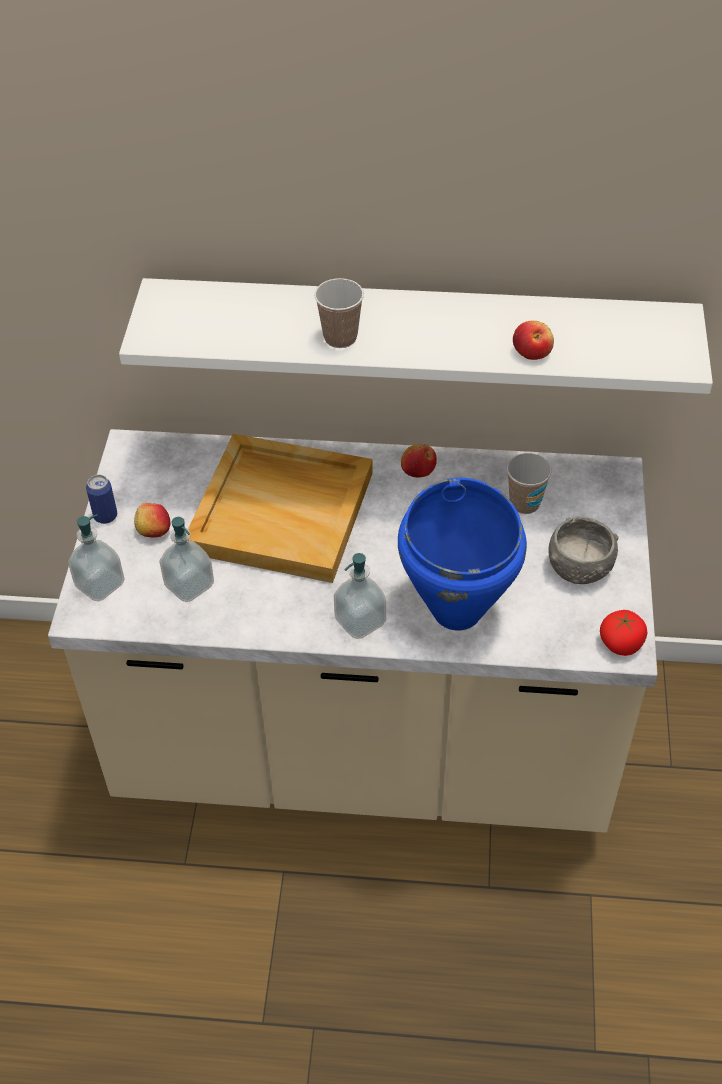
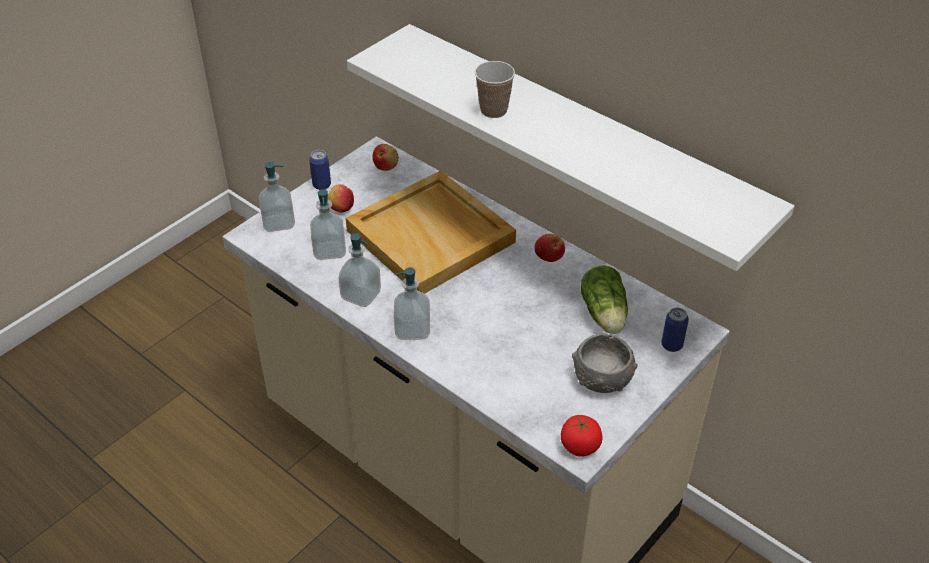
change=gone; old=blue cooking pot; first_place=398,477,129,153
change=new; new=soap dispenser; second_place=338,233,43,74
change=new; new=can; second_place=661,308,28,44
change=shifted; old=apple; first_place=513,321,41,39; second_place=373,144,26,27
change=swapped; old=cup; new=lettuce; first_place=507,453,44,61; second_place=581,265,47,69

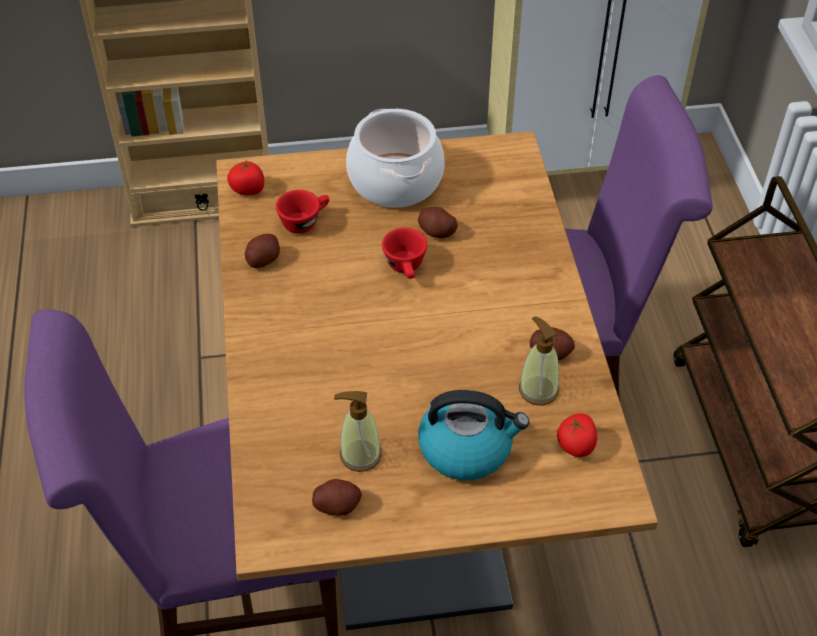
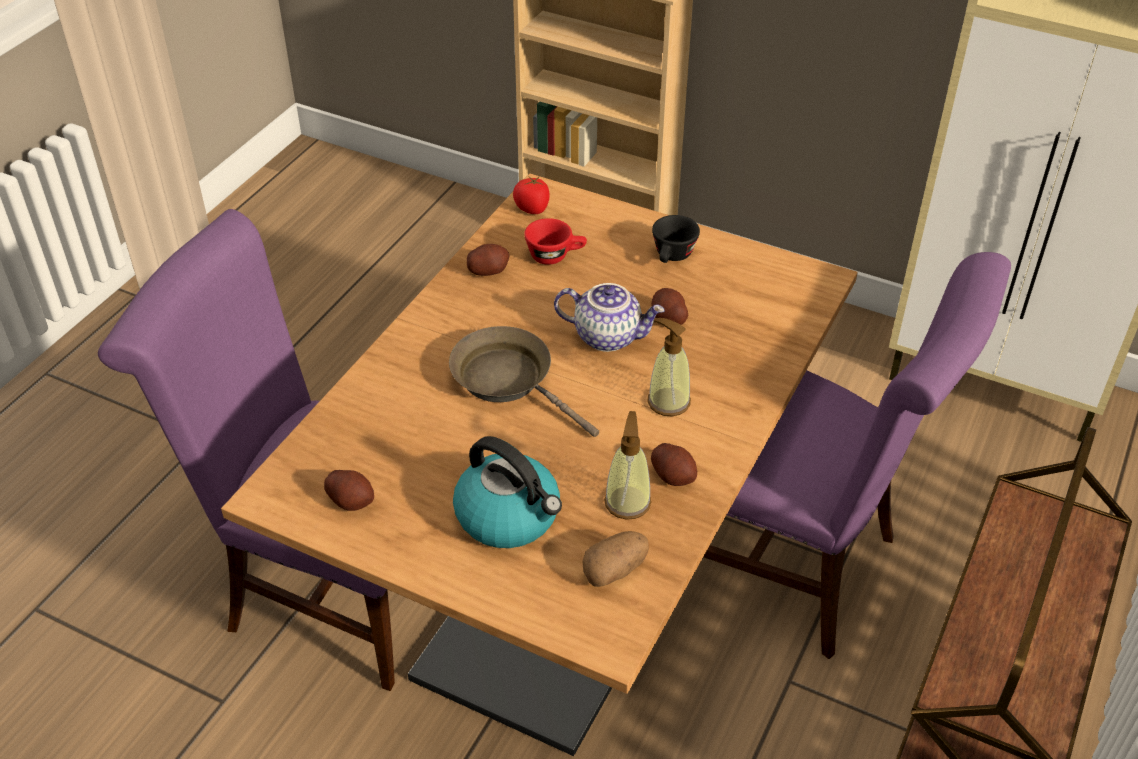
change=new; new=brown frying pan; second_place=449,326,150,111
change=shifted; old=soap dispenser; first_place=334,391,48,81; second_place=647,318,44,98
change=swapped; old=cooking pot; new=black cup; first_place=346,109,99,98; second_place=652,215,48,48
change=swapped; old=red cup; new=teapot; first_place=382,228,45,51; second_place=554,283,111,69
change=swapped; old=tomato; new=potato; first_place=557,413,40,44; second_place=582,531,66,56

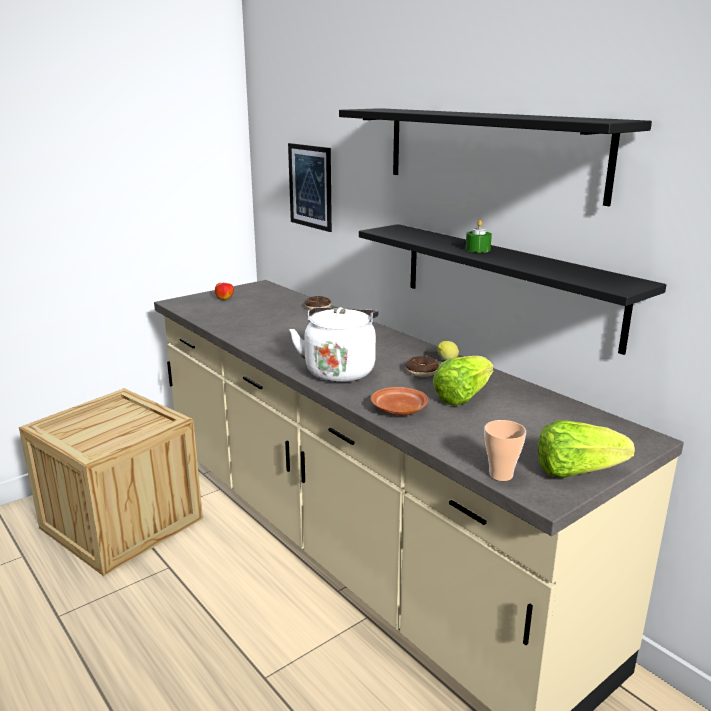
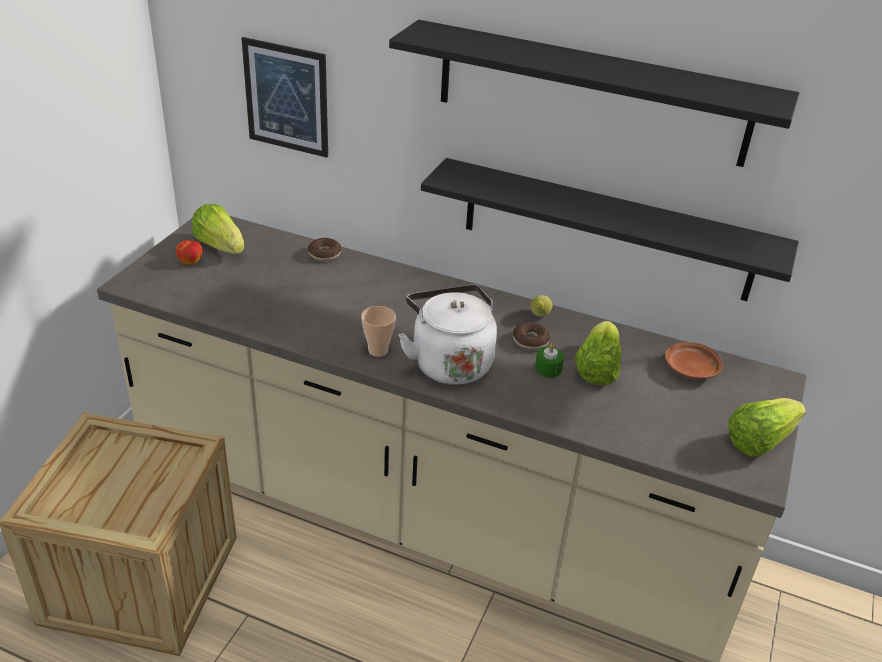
change=new; new=lettuce; second_place=192,204,53,50
change=shifted; old=brown plate; first_place=371,387,57,28; second_place=665,342,58,37
change=shifted; old=green candle; first_place=466,220,26,33; second_place=535,343,29,35
change=shifted; old=cup; first_place=484,420,42,61; second_place=361,306,35,51

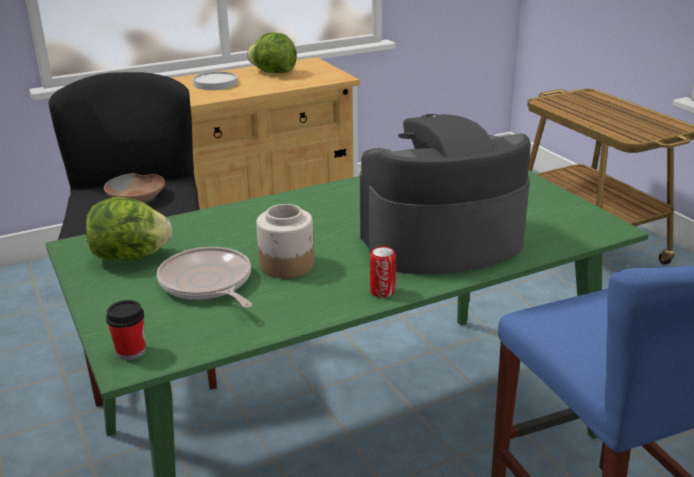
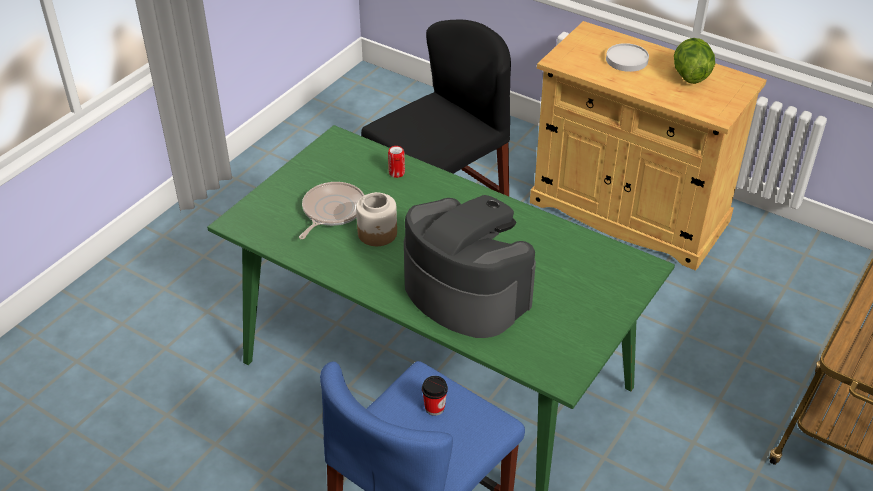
change=gone; old=lettuce; first_place=86,197,86,64
change=gone; old=brown bowl; first_place=104,173,61,29
change=shifted; old=cup; first_place=106,300,39,60; second_place=422,376,26,40
change=shifted; old=can; first_place=370,246,26,52; second_place=388,146,17,32

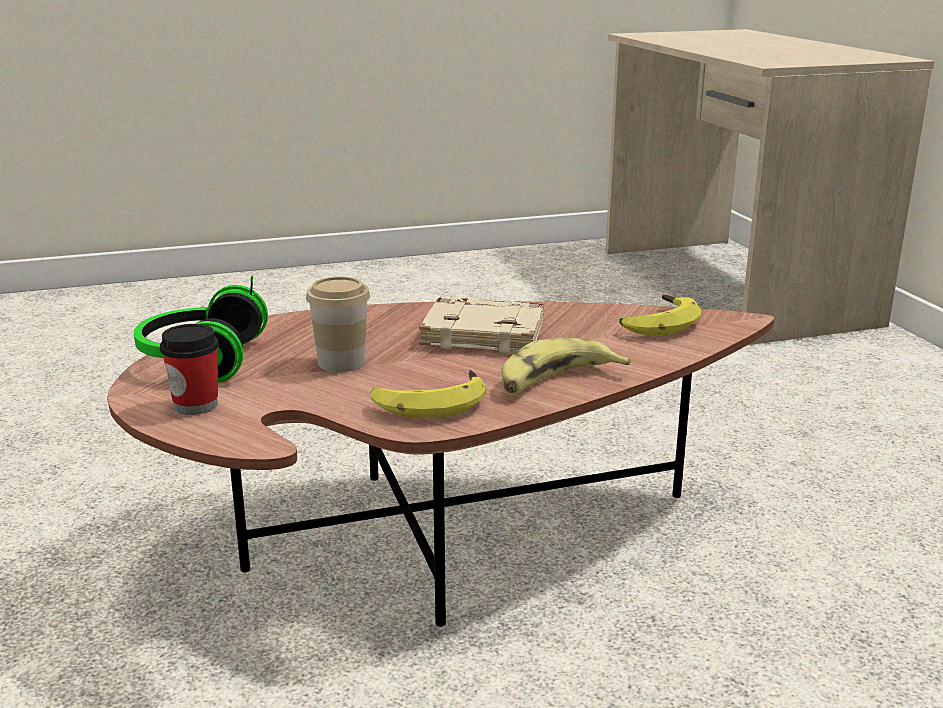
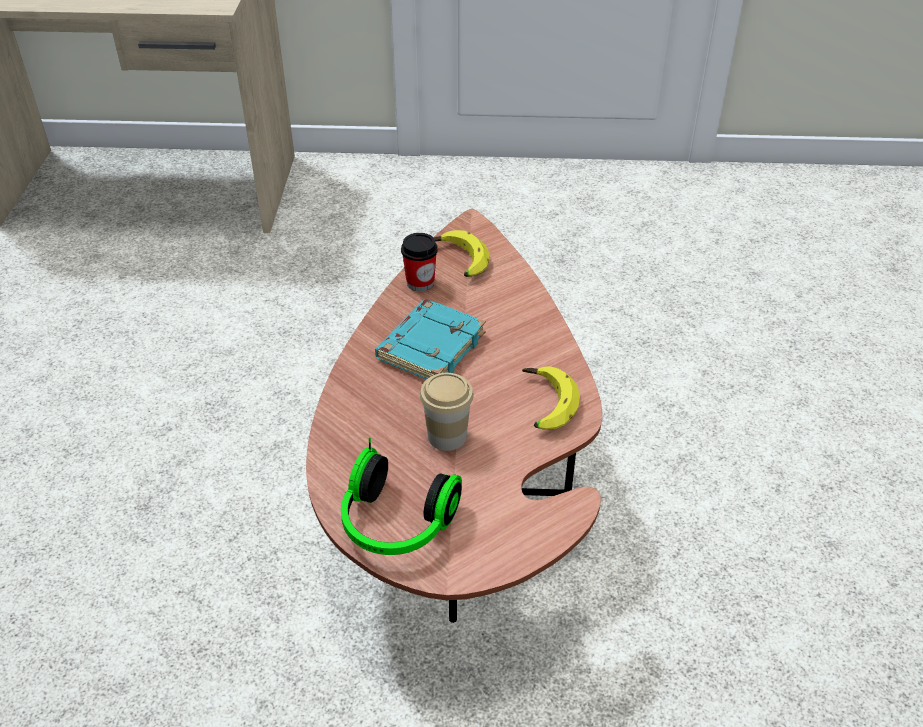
change=gone; old=banana; first_place=502,338,129,56
change=shifted; old=cup; first_place=160,324,59,91; second_place=401,233,37,58
change=repainted; old=beige book; new=turquoise book; first_place=419,297,125,57; second_place=375,299,111,81

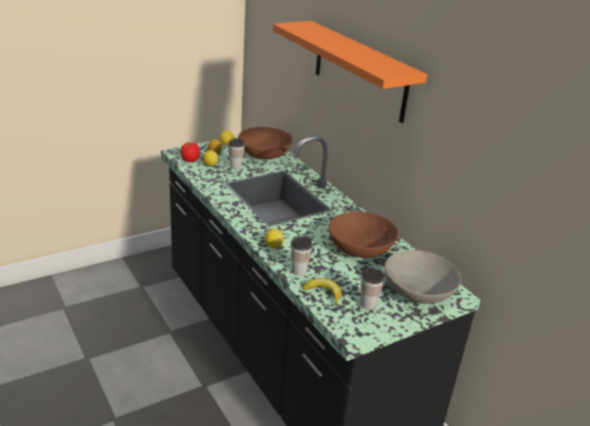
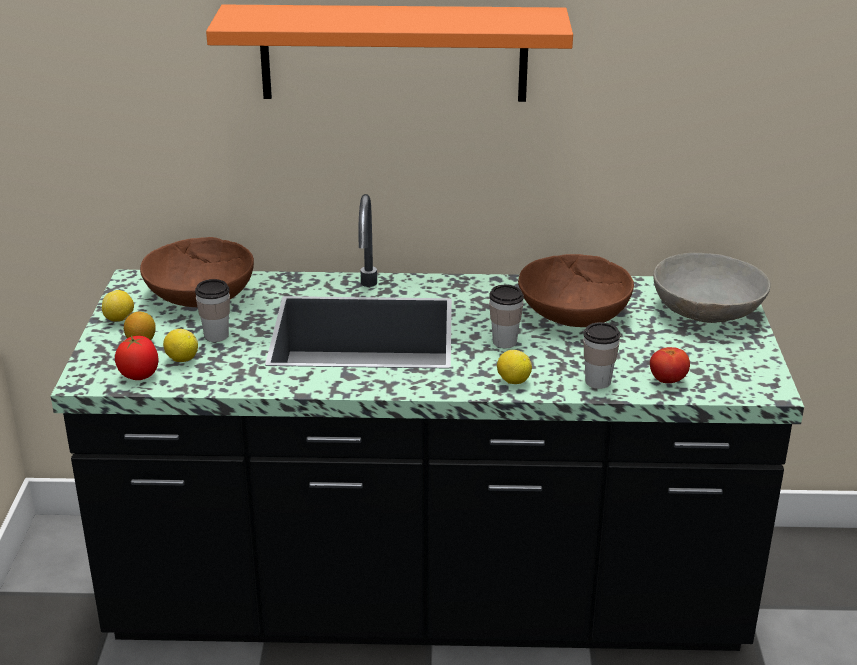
change=shifted; old=cup; first_place=360,268,24,42; second_place=489,285,35,63
change=swapped; old=banana; new=tomato; first_place=303,278,39,27; second_place=650,347,40,36

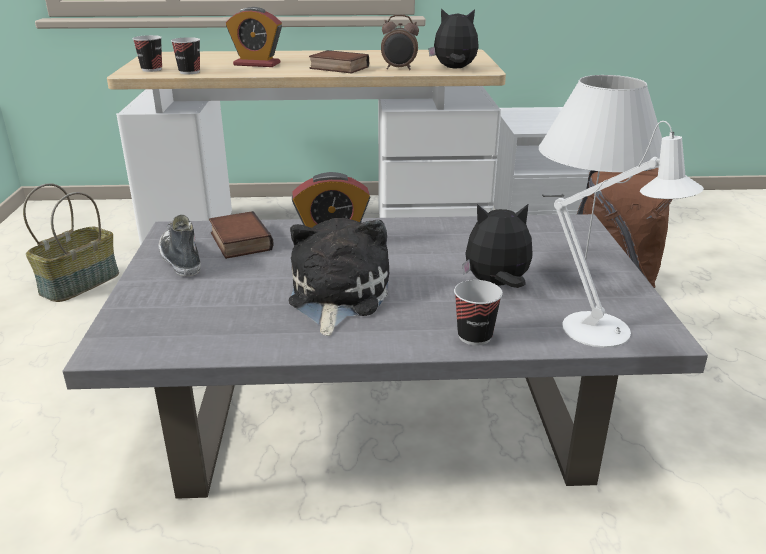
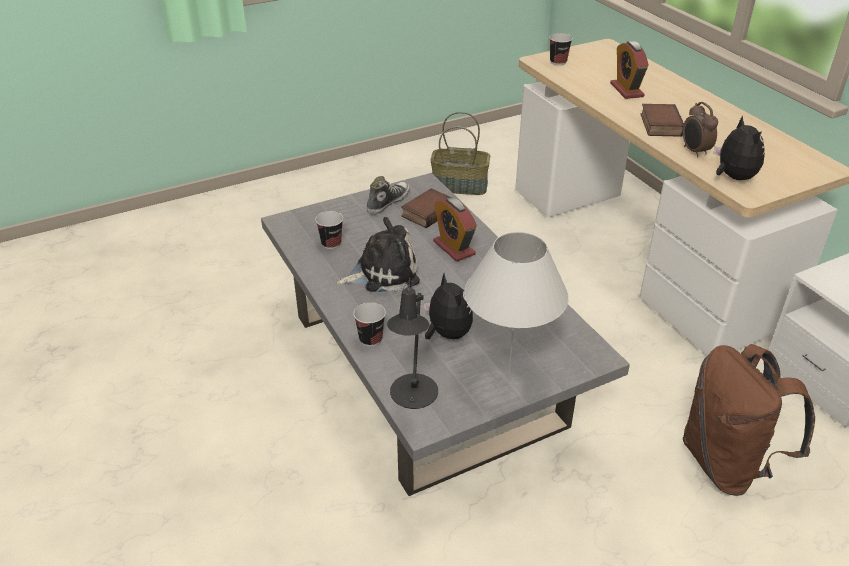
change=shifted; old=cup; first_place=171,37,29,37; second_place=315,211,28,38
change=repainted; old=white table lamp; new=black table lamp; first_place=554,121,150,227; second_place=387,277,51,132

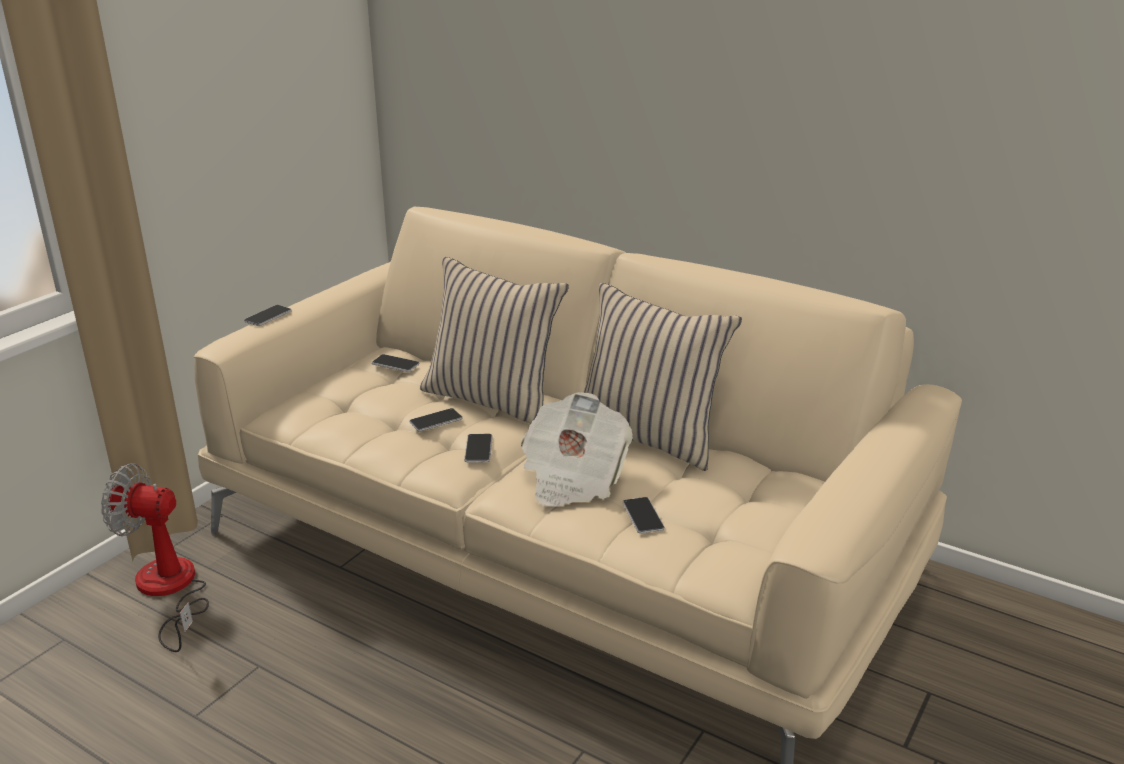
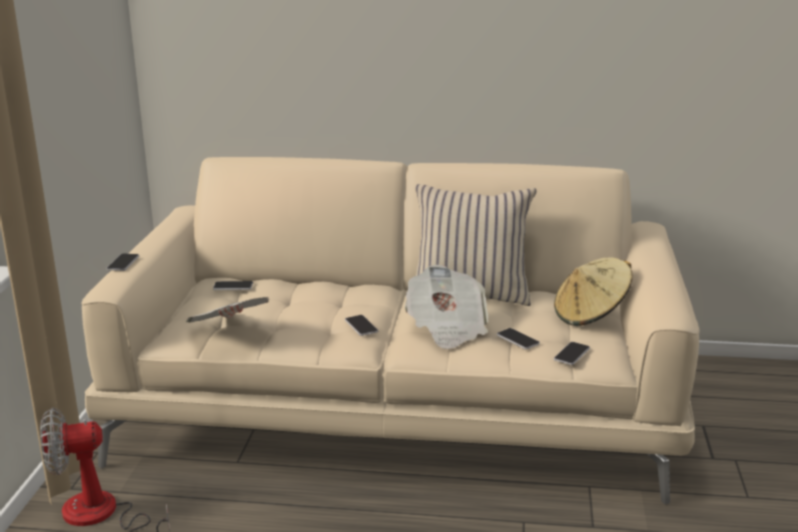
change=gone; old=beige pillow; first_place=420,257,149,167
change=new; new=newspaper; second_place=186,297,83,26
change=new; new=beige hat; second_place=554,257,79,69
change=shifted; old=phone; first_place=409,408,53,24; second_place=554,342,36,23

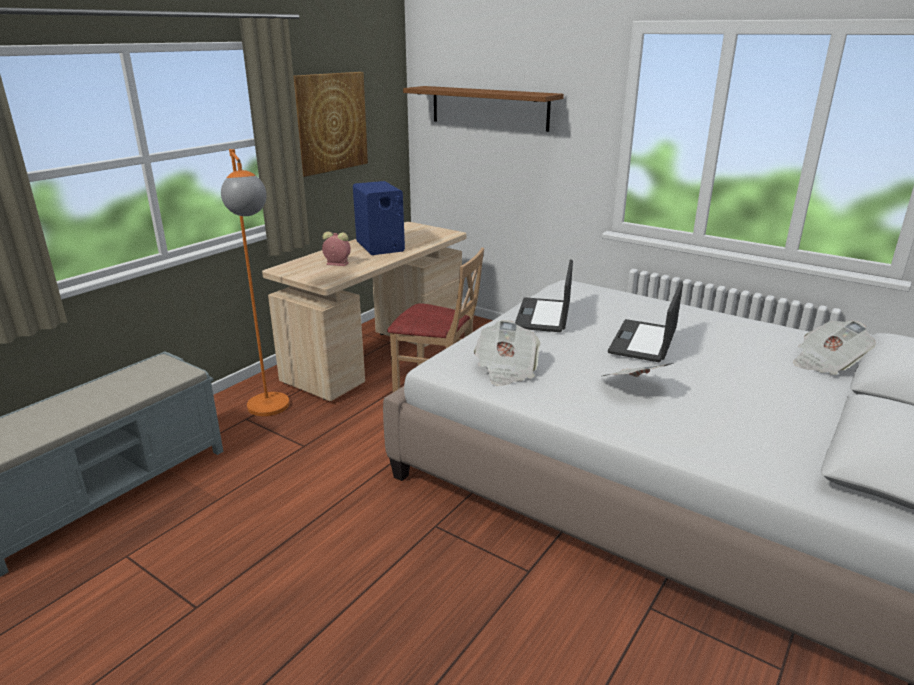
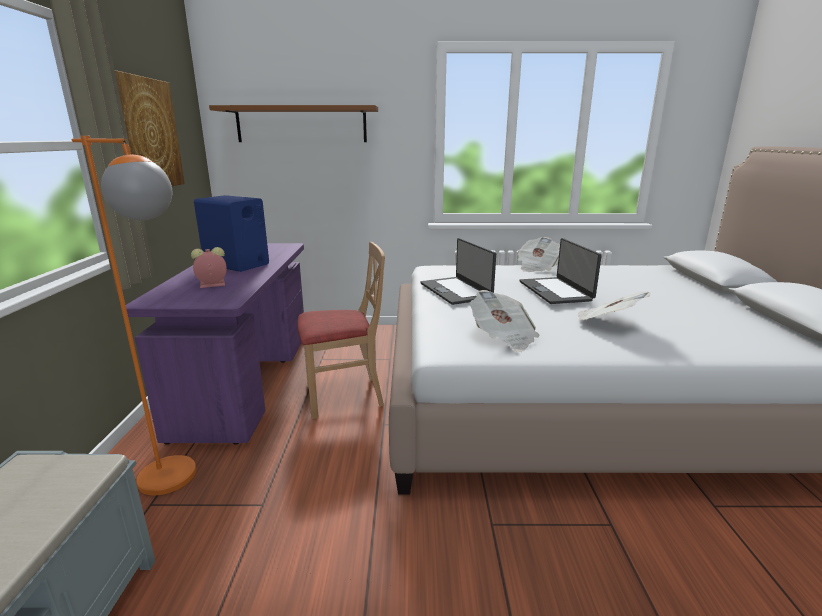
change=shifted; old=newspaper; first_place=793,321,83,54; second_place=518,237,42,35
change=repainted; old=beige desk; new=purple desk; first_place=262,222,204,179; second_place=126,243,178,202

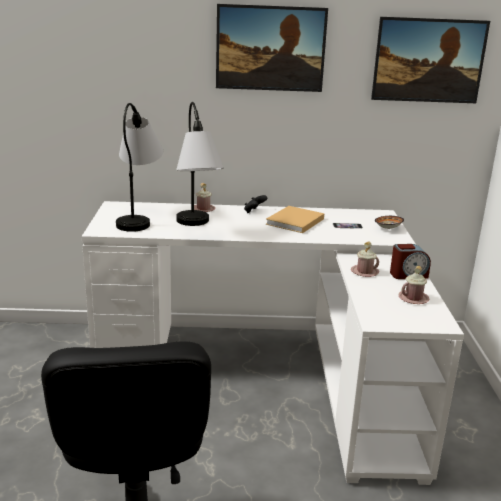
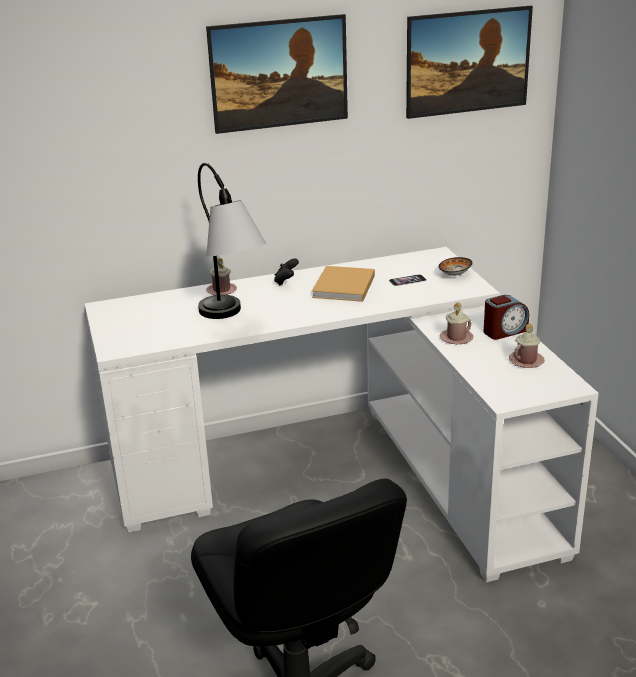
change=gone; old=table lamp; first_place=116,103,47,129

